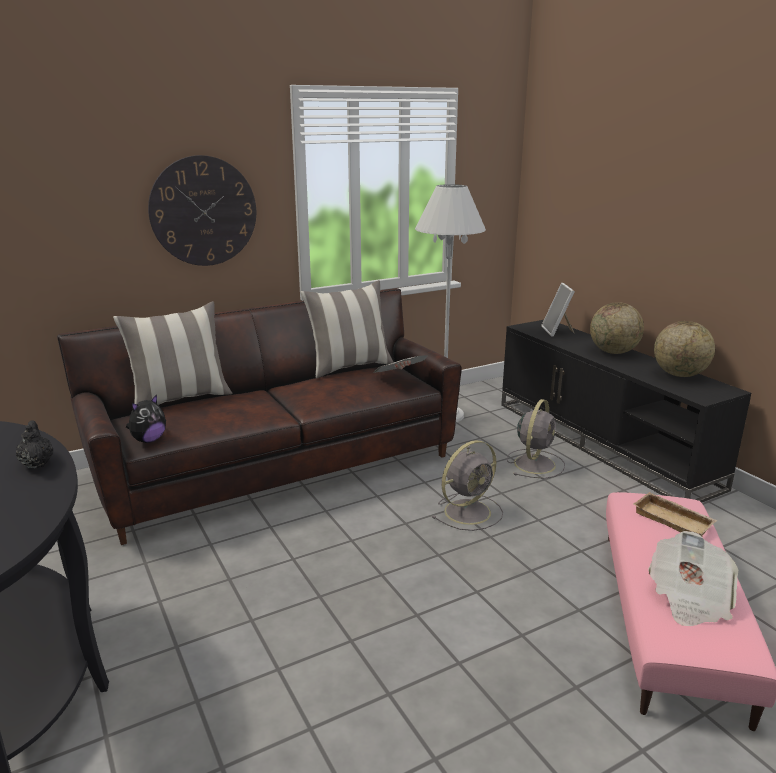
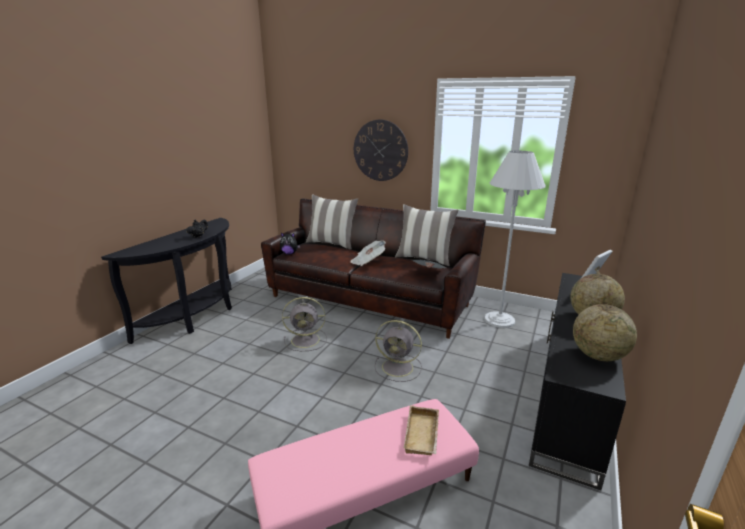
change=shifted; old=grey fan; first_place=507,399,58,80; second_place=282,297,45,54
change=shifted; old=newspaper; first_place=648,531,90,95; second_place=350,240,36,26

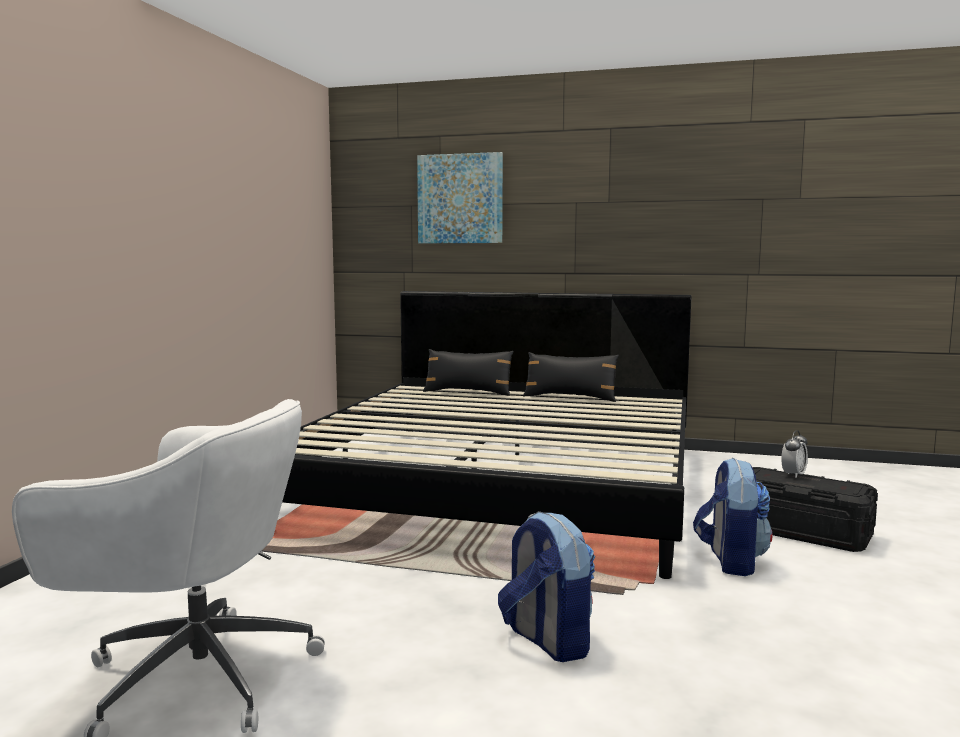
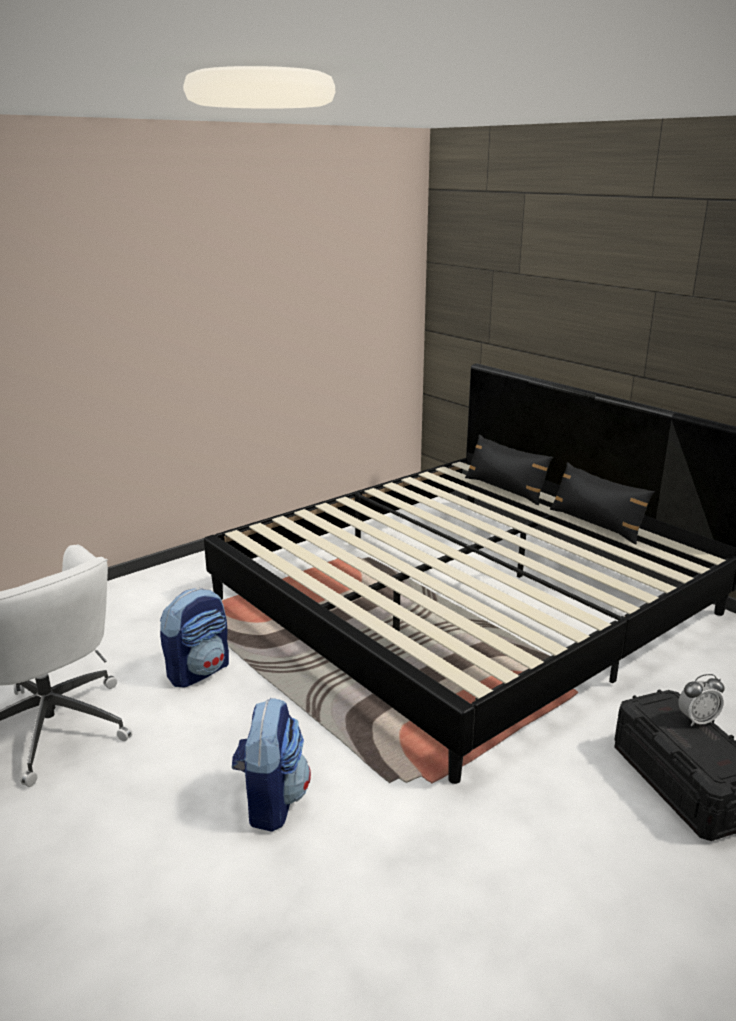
change=gone; old=picture; first_place=417,152,86,91
change=shifted; old=backpack; first_place=693,458,80,118; second_place=160,588,69,99

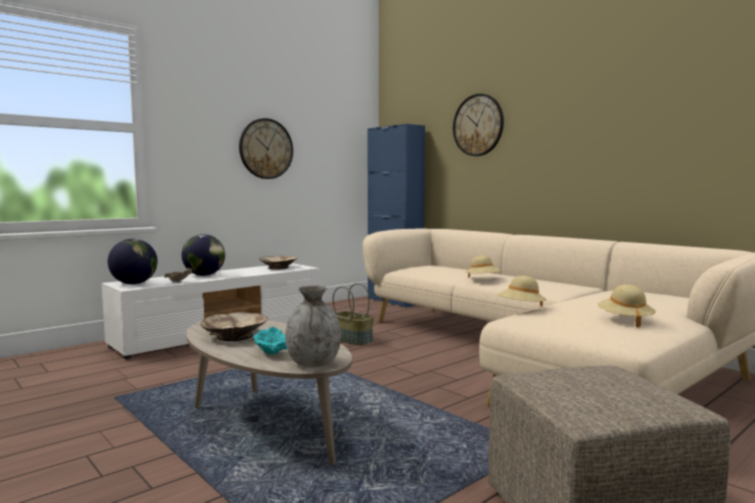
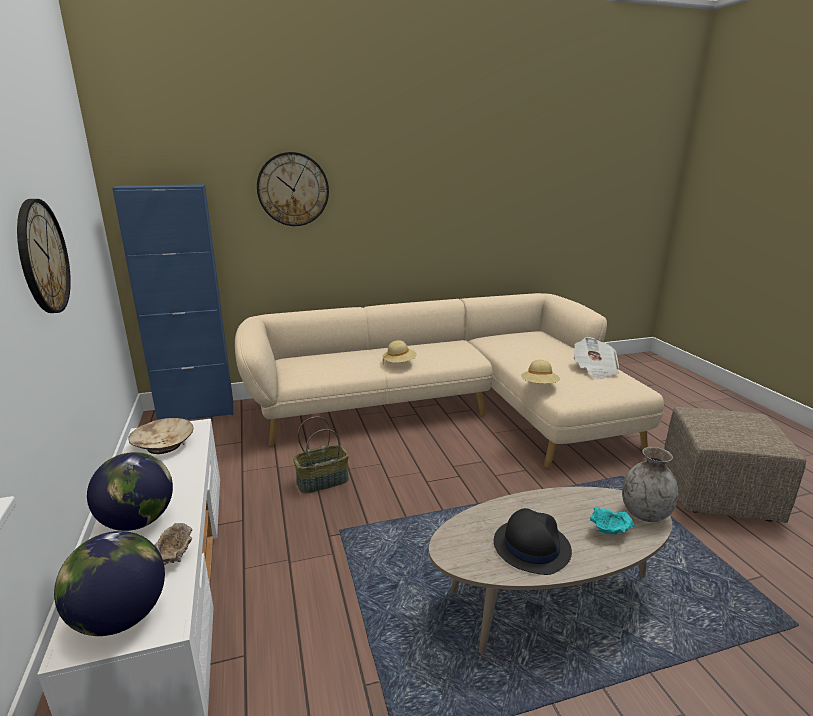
change=swapped; old=beige bowl; new=black hat; first_place=201,312,67,29; second_place=494,508,78,67
change=swapped; old=beige hat; new=newspaper; first_place=598,284,58,44; second_place=573,337,46,43

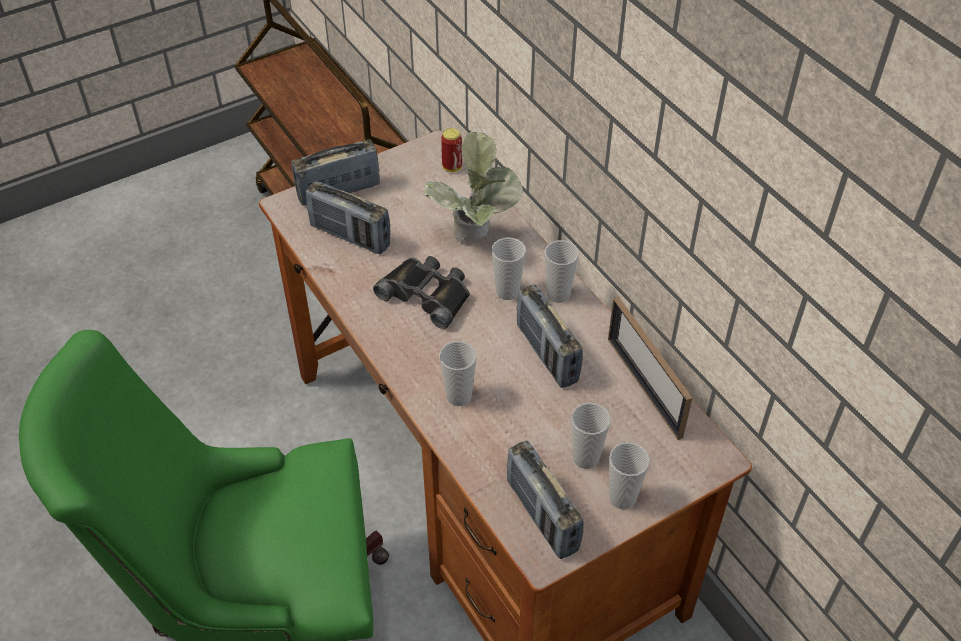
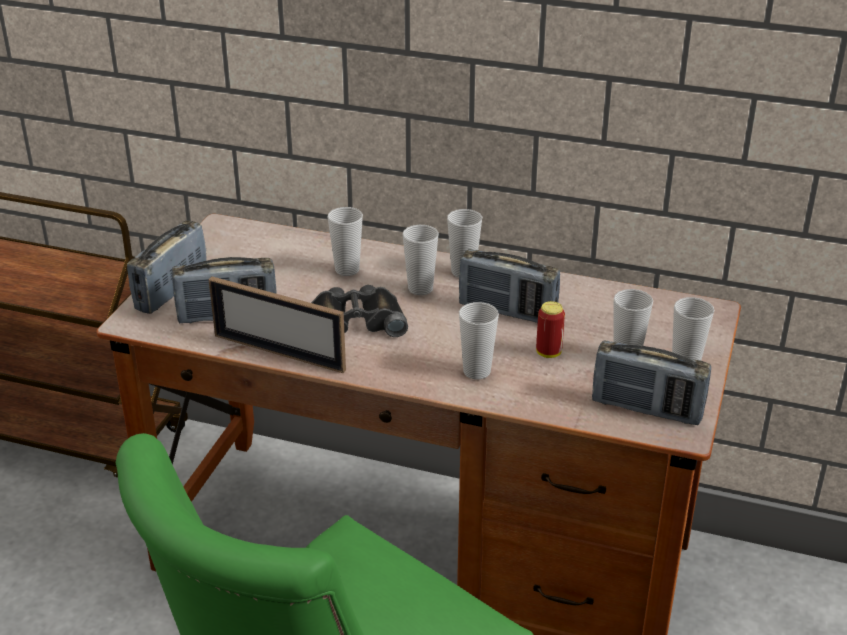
change=shifted; old=can; first_place=441,128,21,44; second_place=536,301,29,57
change=shifted; old=picture frame; first_place=608,296,84,144; second_place=208,276,138,97
change=swapped; old=potted plant; new=cup; first_place=424,132,99,110; second_place=328,207,35,69

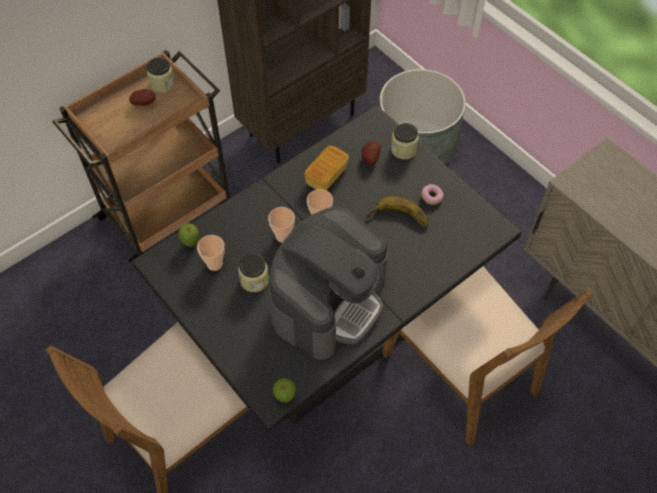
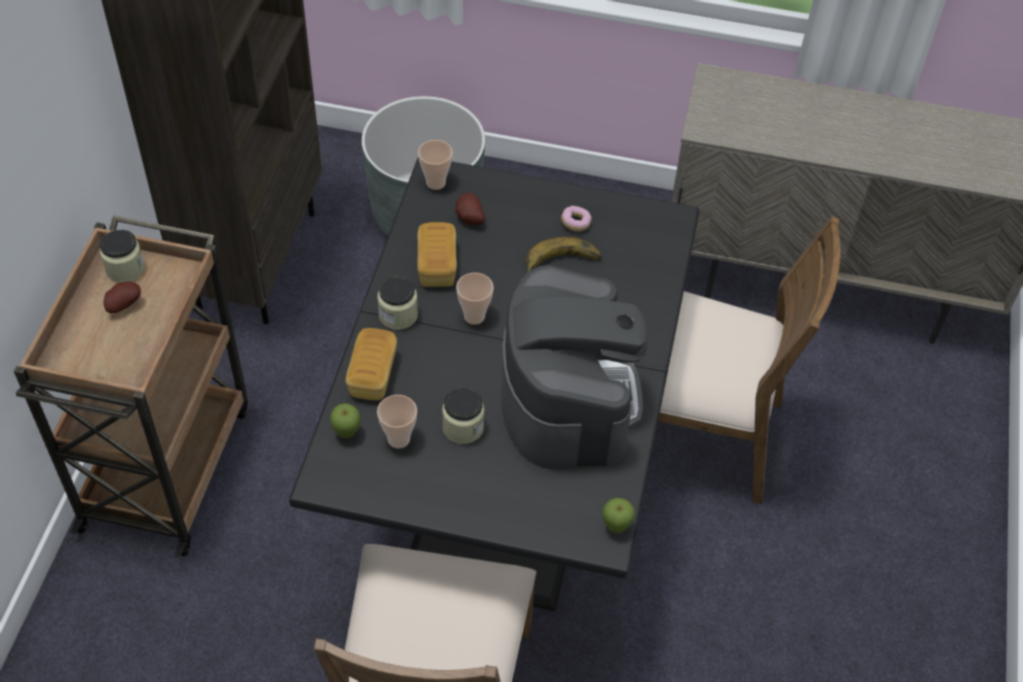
change=new; new=bread; second_place=345,328,52,72
change=shifted; old=cup; first_place=268,207,27,36; second_place=418,140,35,50
change=shifted; old=jar; first_place=391,123,28,36; second_place=377,275,41,55

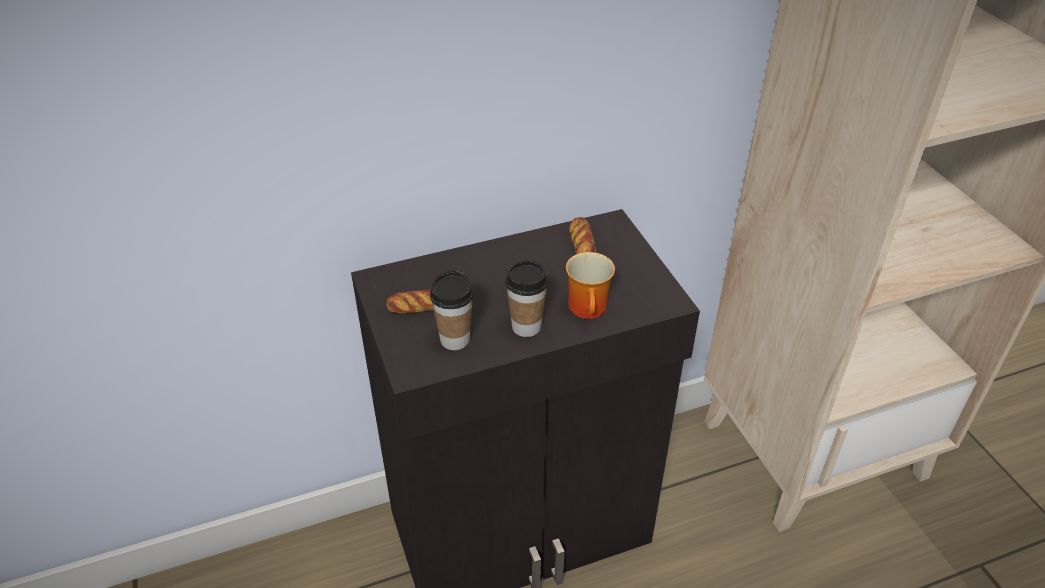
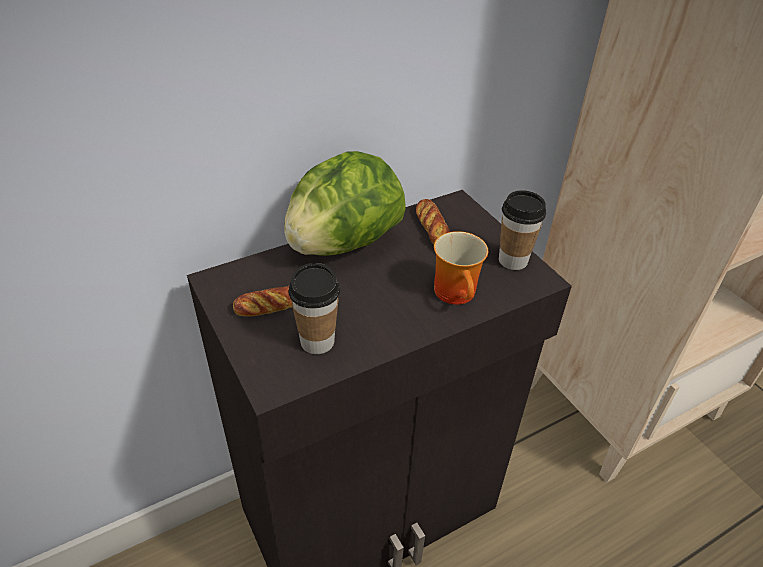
change=new; new=lettuce; second_place=284,151,122,105
change=shifted; old=cup; first_place=505,260,43,77; second_place=499,190,47,80

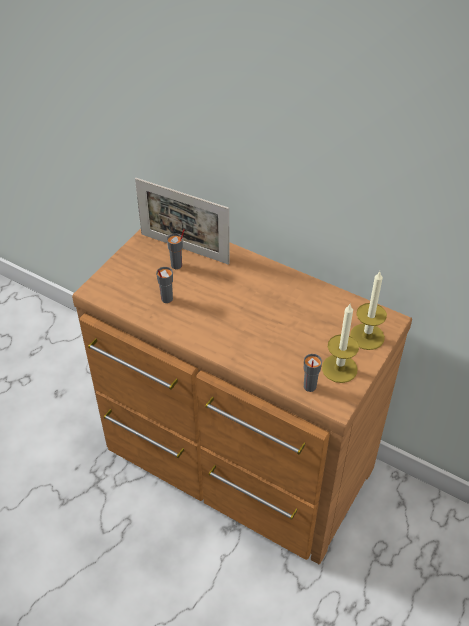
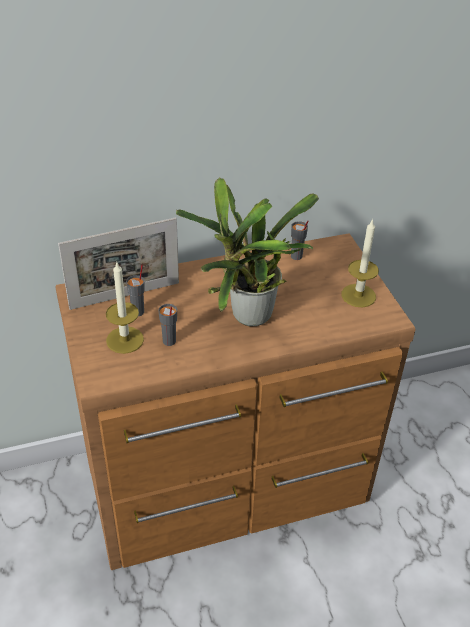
change=new; new=potted plant; second_place=176,177,143,149
change=shifted; old=grey cup; first_place=304,354,18,38; second_place=291,220,17,40
change=shifted; old=candle; first_place=350,272,37,78; second_place=106,261,38,93

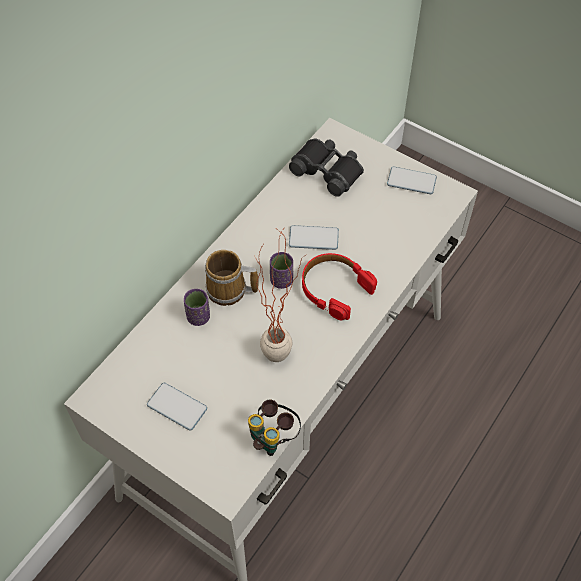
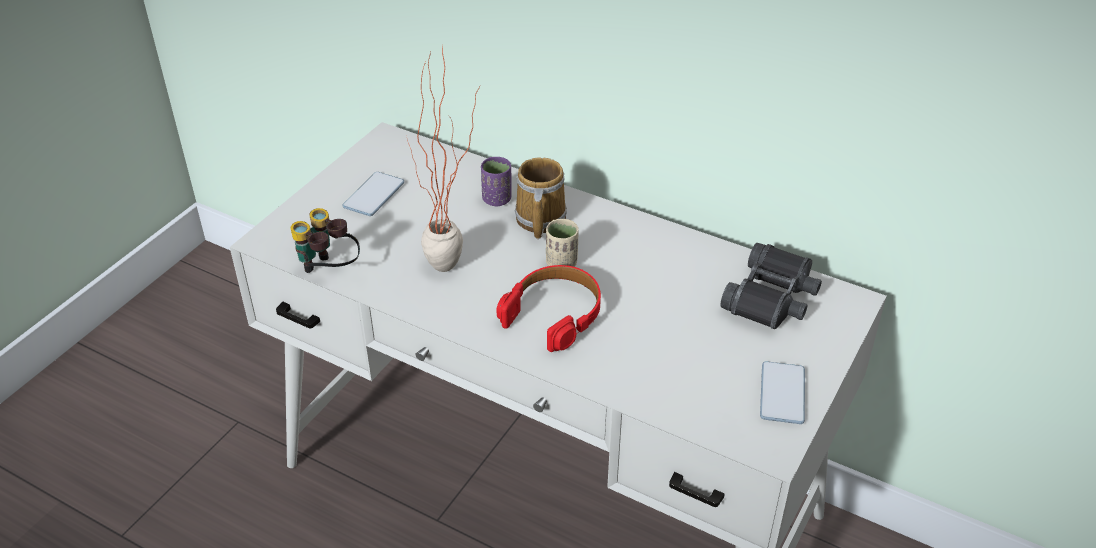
change=gone; old=phone; first_place=289,225,50,25
change=repainted; old=purple cup; new=beige cup; first_place=270,252,23,37; second_place=546,219,33,48

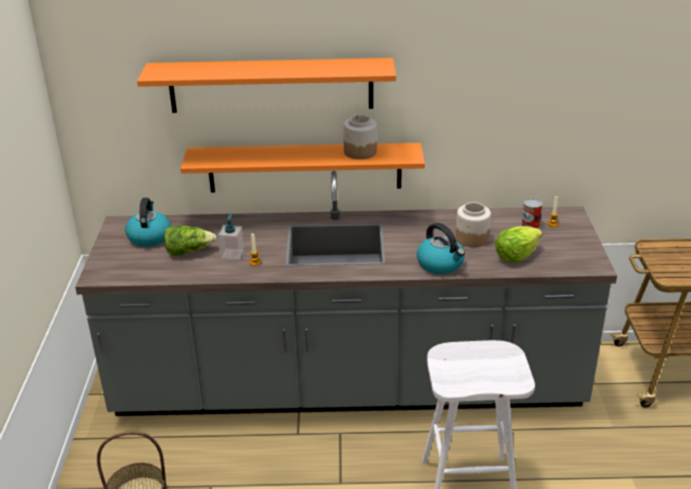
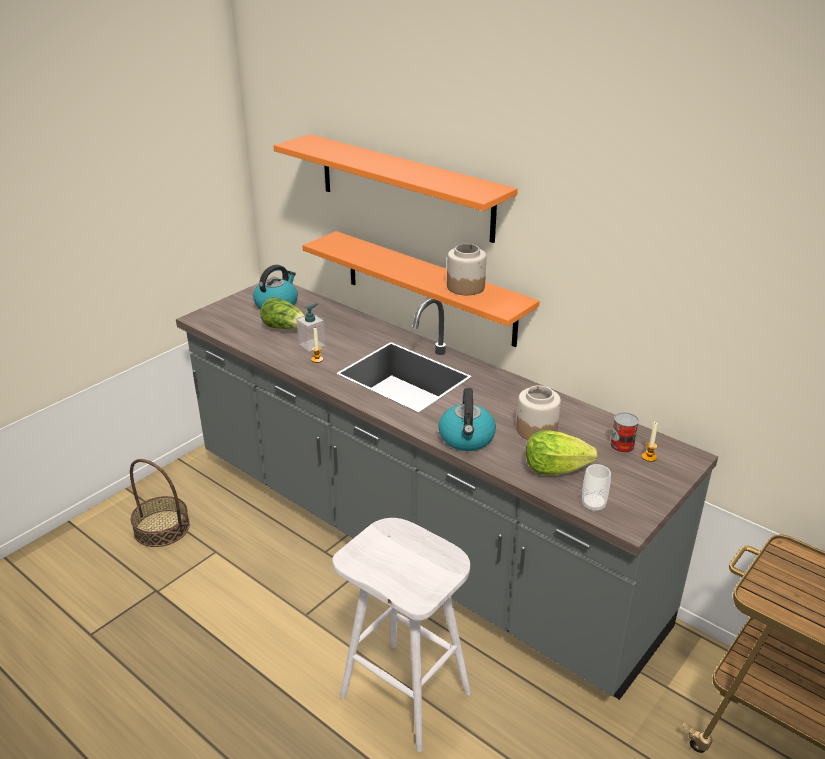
change=new; new=cup; second_place=582,464,29,48

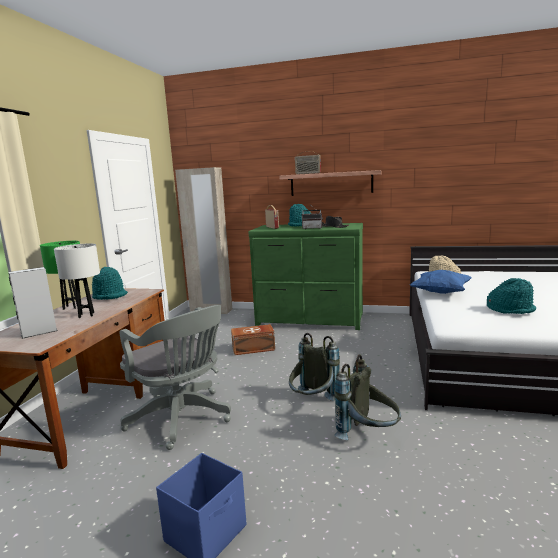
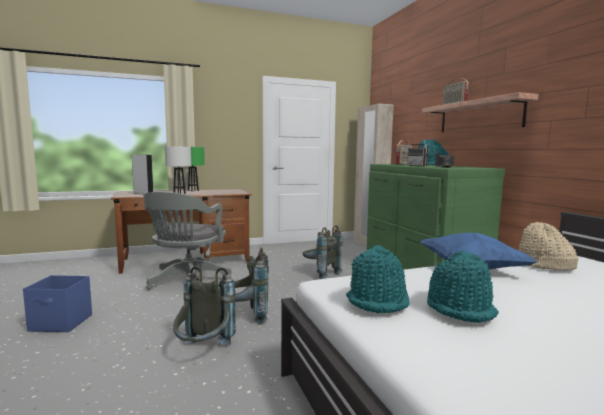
change=shifted; old=turquoise hat; first_place=92,267,36,33; second_place=346,245,64,68
change=swapped; old=brown storage box; new=grey backpack; first_place=231,324,44,31; second_place=303,225,40,54

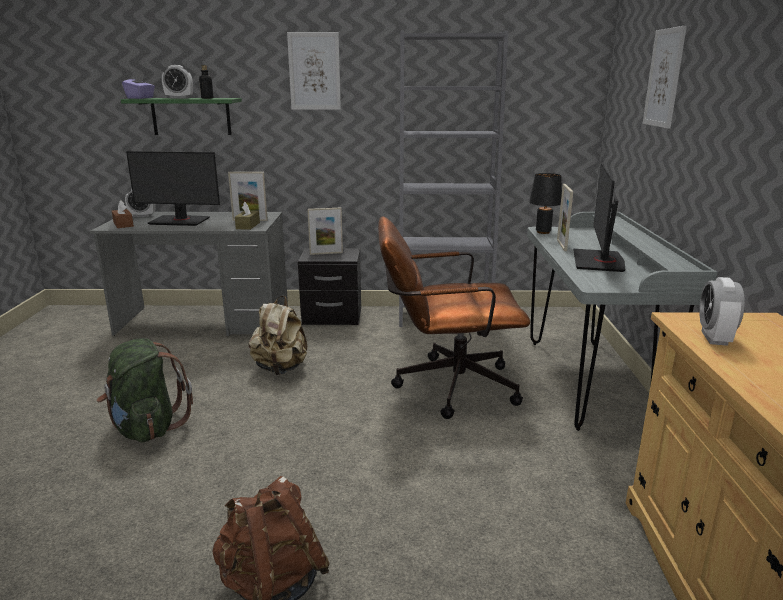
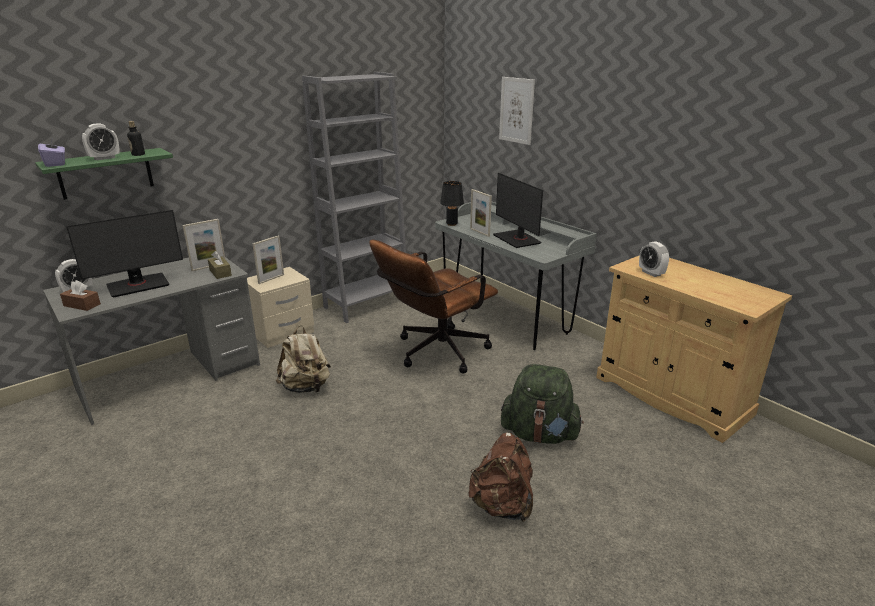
change=gone; old=picture; first_place=287,32,54,78
change=shifted; old=green backpack; first_place=97,338,96,105; second_place=501,364,83,80
change=repainted; old=black nightstand; new=beige nightstand; first_place=298,248,63,77; second_place=247,267,67,81

